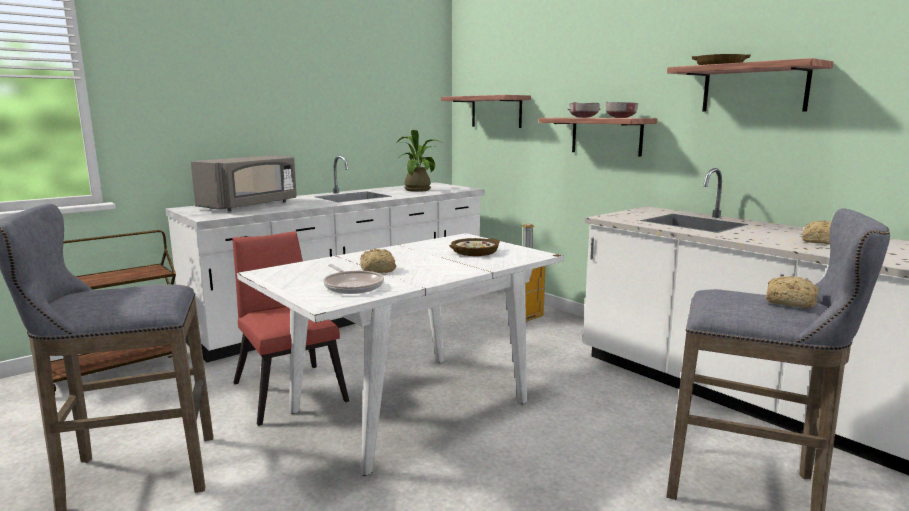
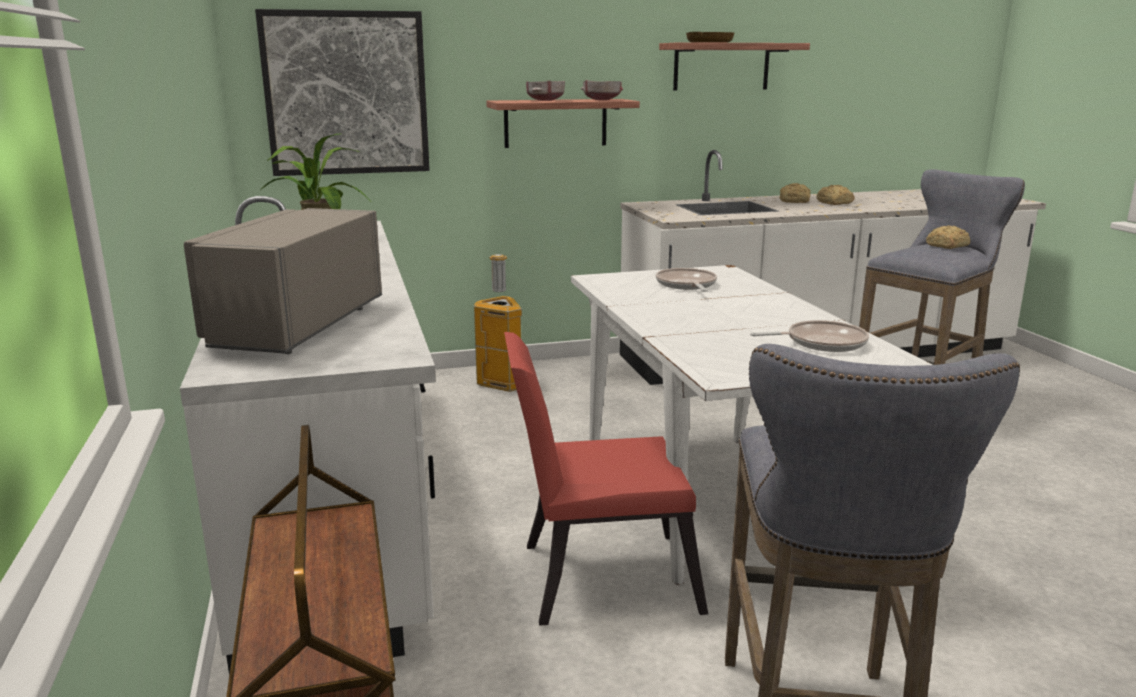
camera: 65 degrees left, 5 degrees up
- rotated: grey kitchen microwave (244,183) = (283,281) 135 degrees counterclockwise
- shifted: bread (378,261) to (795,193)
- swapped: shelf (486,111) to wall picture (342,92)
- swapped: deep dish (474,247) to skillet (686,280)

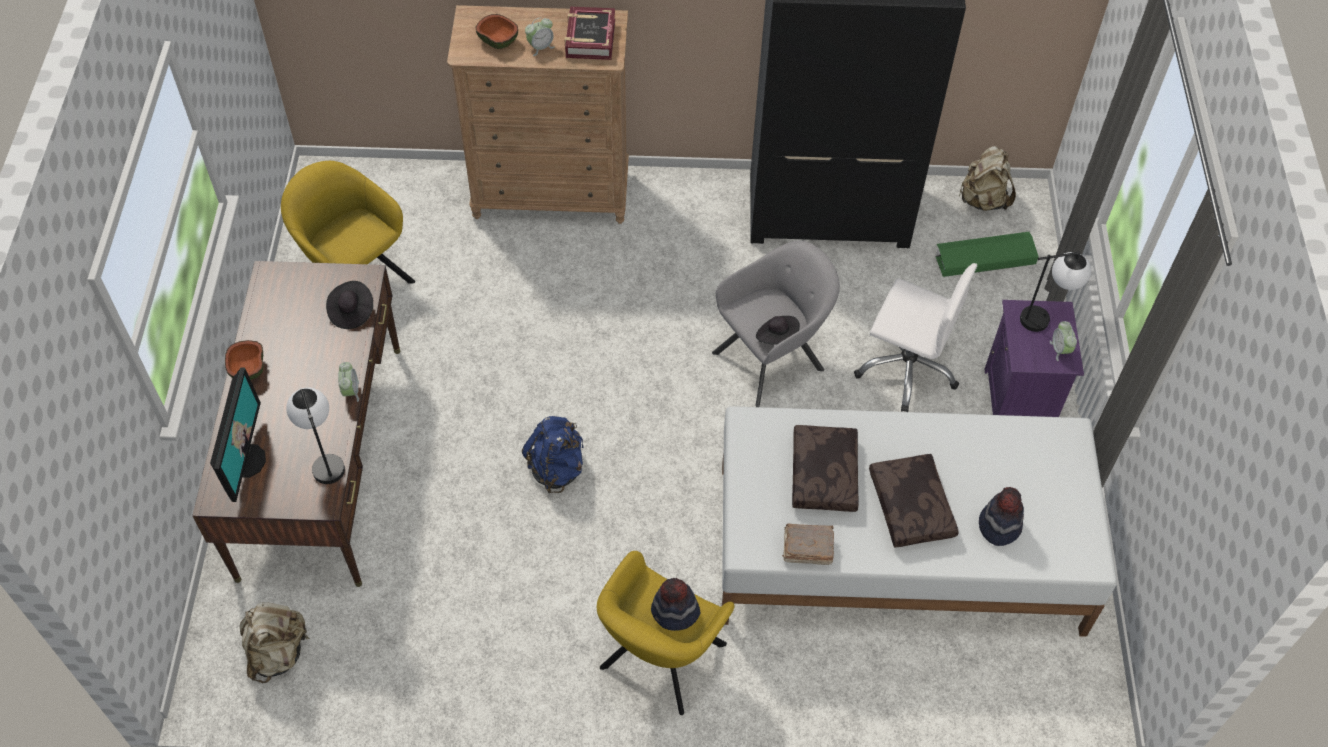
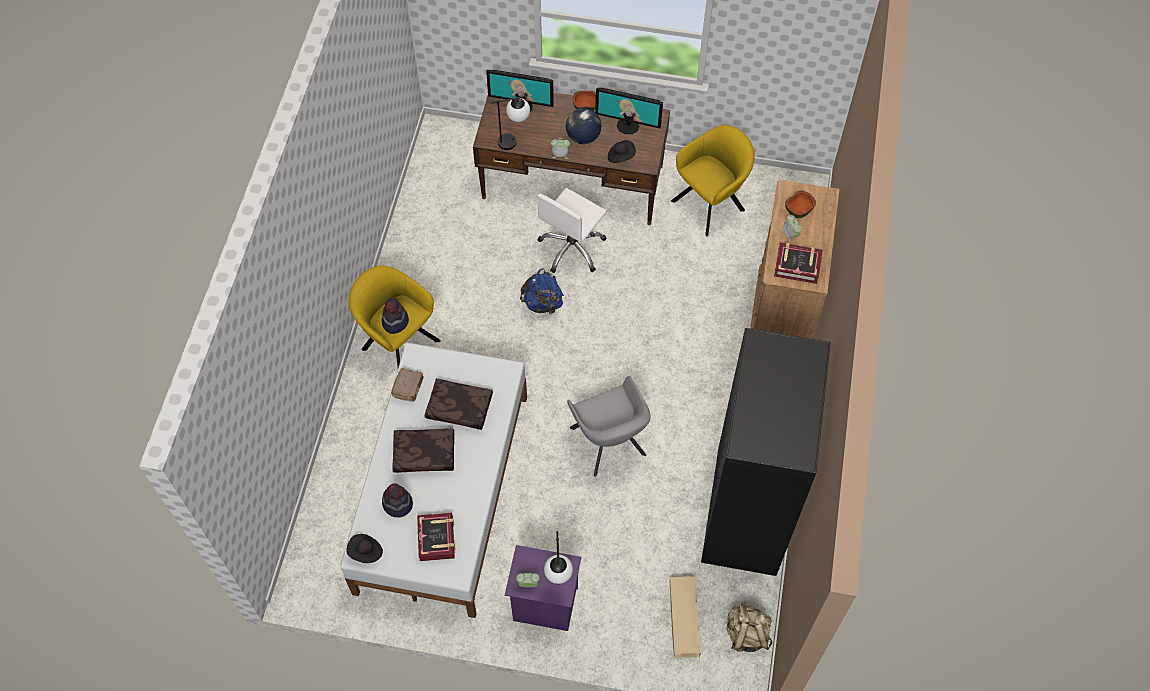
camera: 100 degrees right, 5 degrees up
- gone: beige-coloured rucksack (275,642)
- shifted: black wearable hat (778,330) to (364,548)
- shifted: white-coloured computer chair (915,337) to (572,230)
- repainted: green storage bin (987,254) to beige-coloured storage bin (684,616)
- new: volume (436,537)
- new: world globe (583,126)
- new: monitor (629,111)

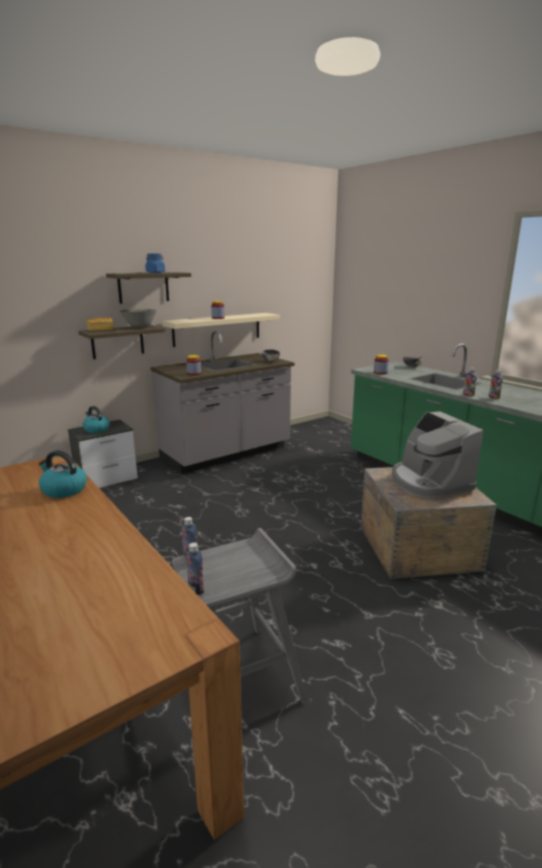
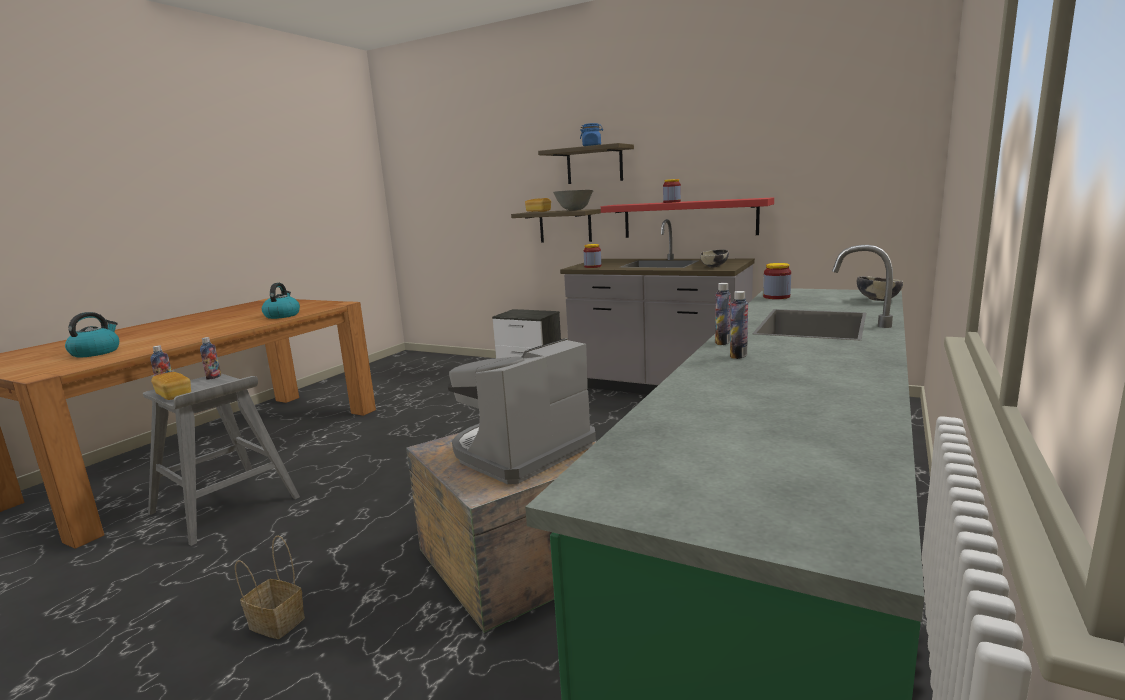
camera: 65 degrees right, 5 degrees down
- shifted: kettle (96,419) to (92,334)
- repainted: beige-coloured shelf (221,330) to reddish shelf (687,217)
- new: bread (171,386)
- new: storage basket (270,587)

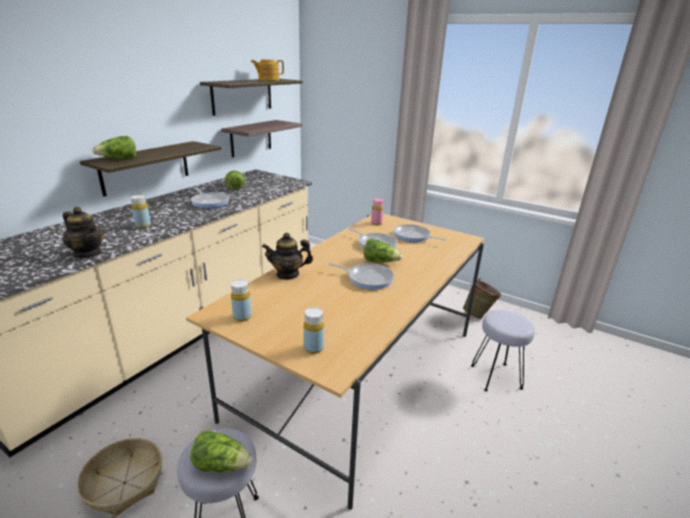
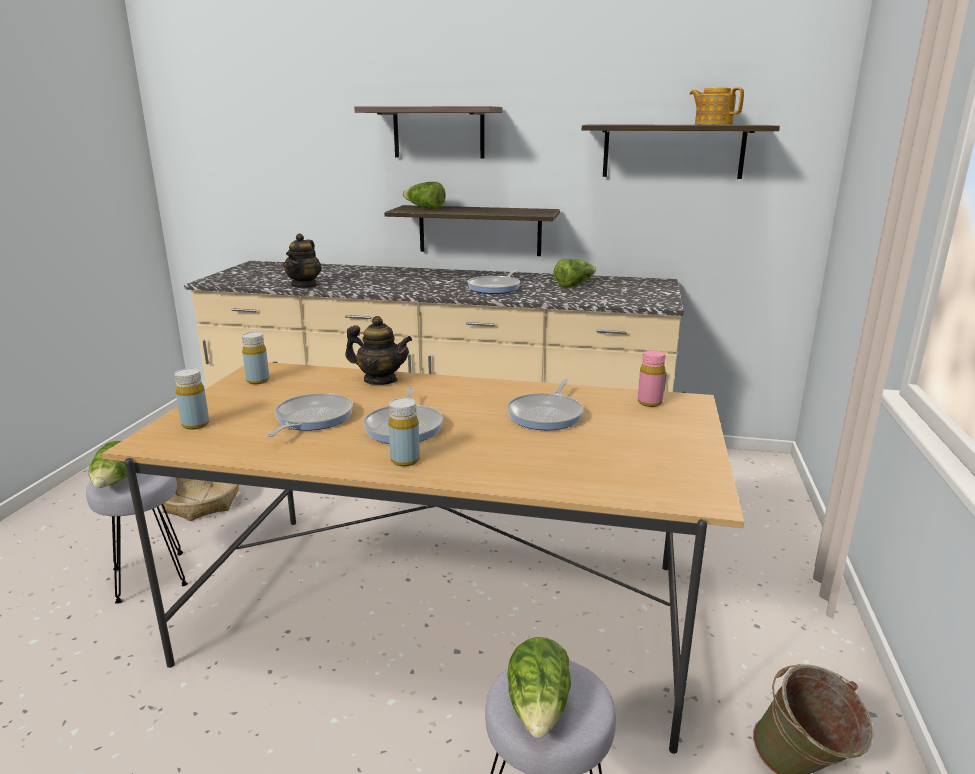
camera: 70 degrees right, 5 degrees down
- shifted: yellow-coloured beverage bottle (141,212) to (404,432)
- shifted: shelf (261,138) to (428,132)
- rotated: pot for tea (287,256) = (378,350) 135 degrees clockwise
- shifted: lettuce (383,250) to (539,687)
- shifted: skillet (420,233) to (309,415)

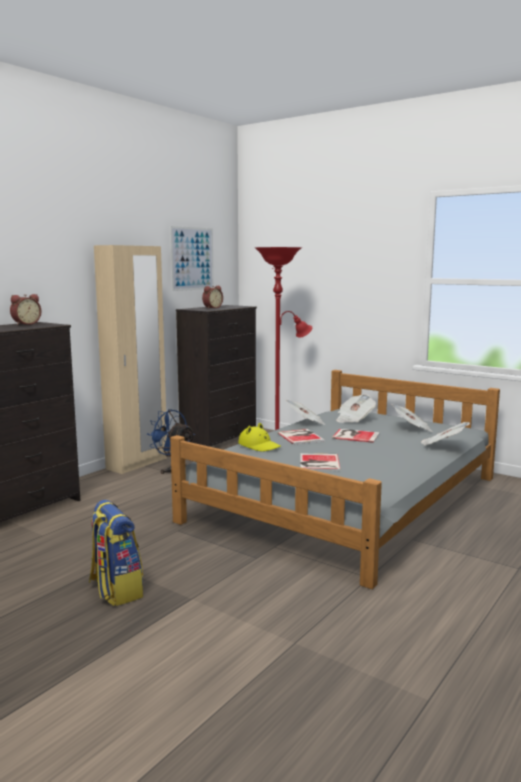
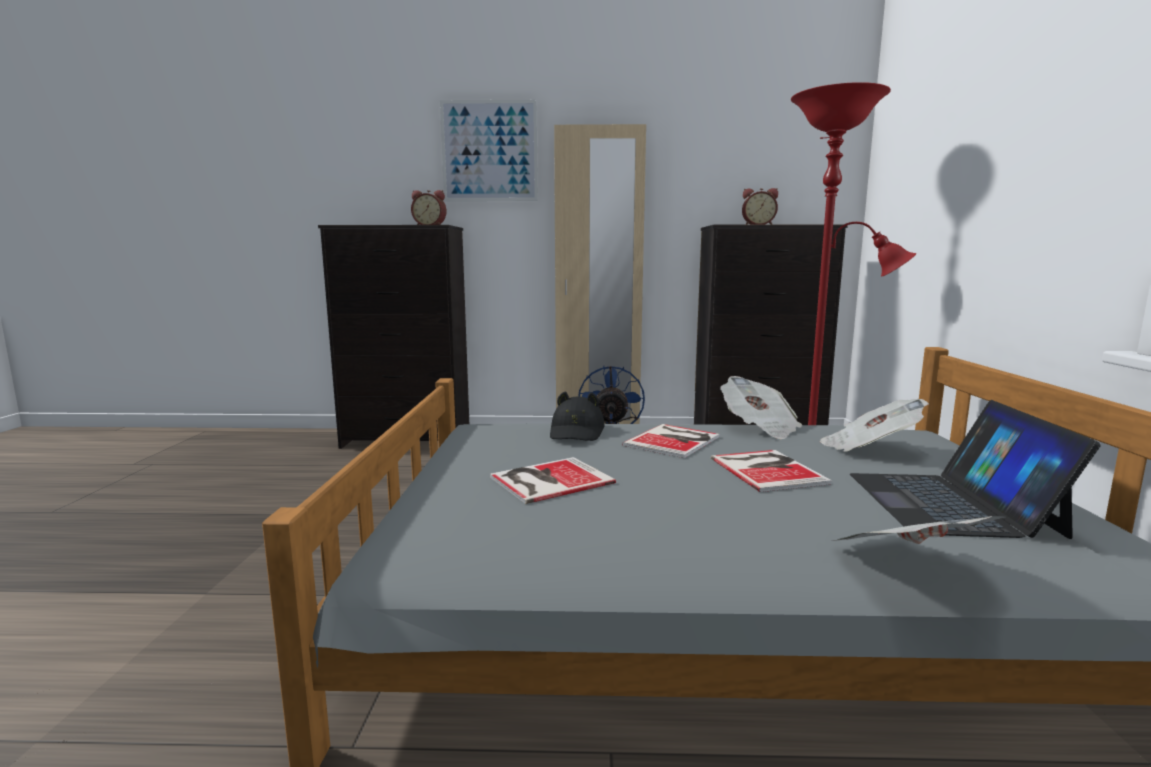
camera: 55 degrees right, 0 degrees up
- gone: rucksack (116,553)
- shifted: wall picture (192,258) to (489,150)
- repainted: yellow-coloured wearable hat (259,437) to black wearable hat (577,416)
- swapped: newspaper (412,418) to portable computer (975,469)

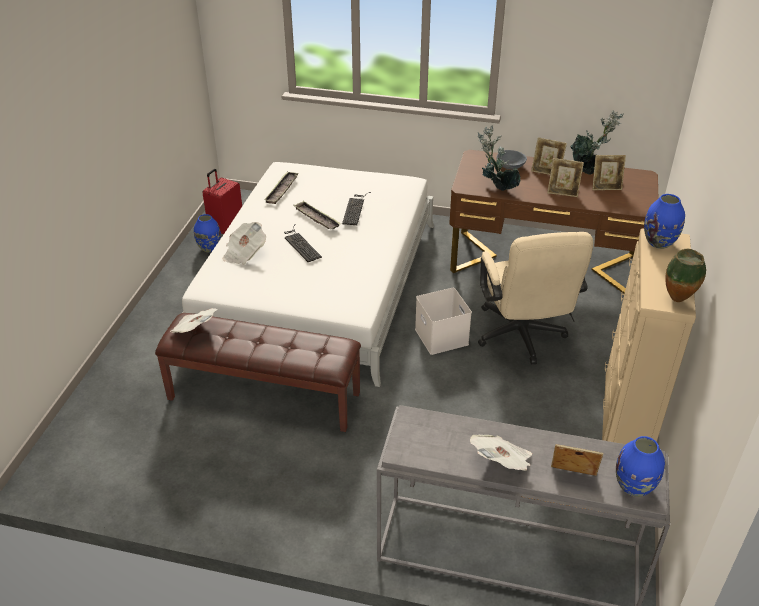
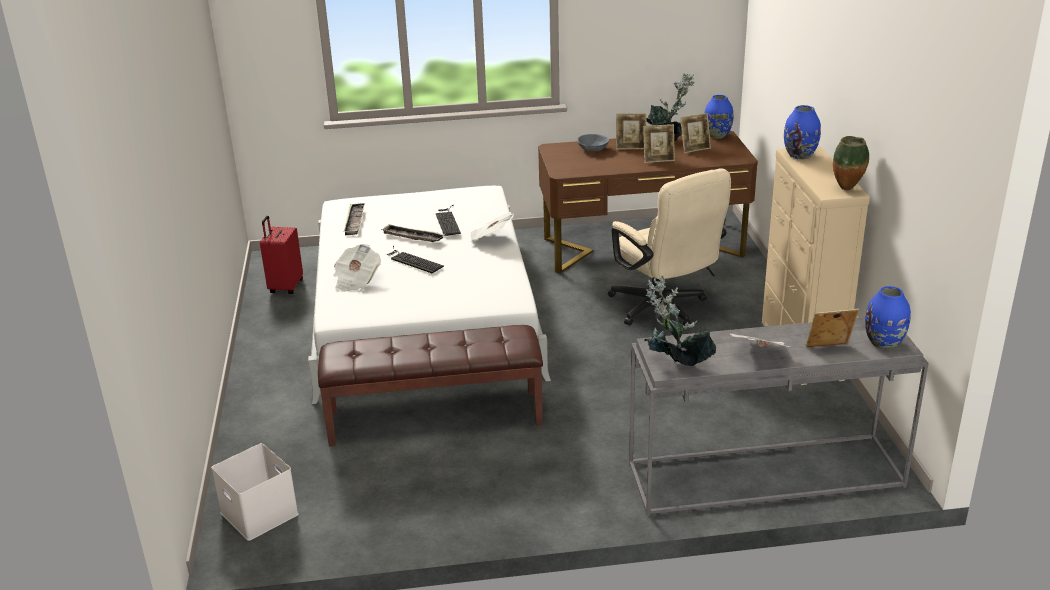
camera: 20 degrees left, 10 degrees down
- shifted: newspaper (194,320) to (492,227)
- shifted: bluish flower vase (207,233) to (719,117)
- shifted: white-coloured storage bin (443,321) to (254,492)
- shifted: houseplant (499,158) to (680,321)

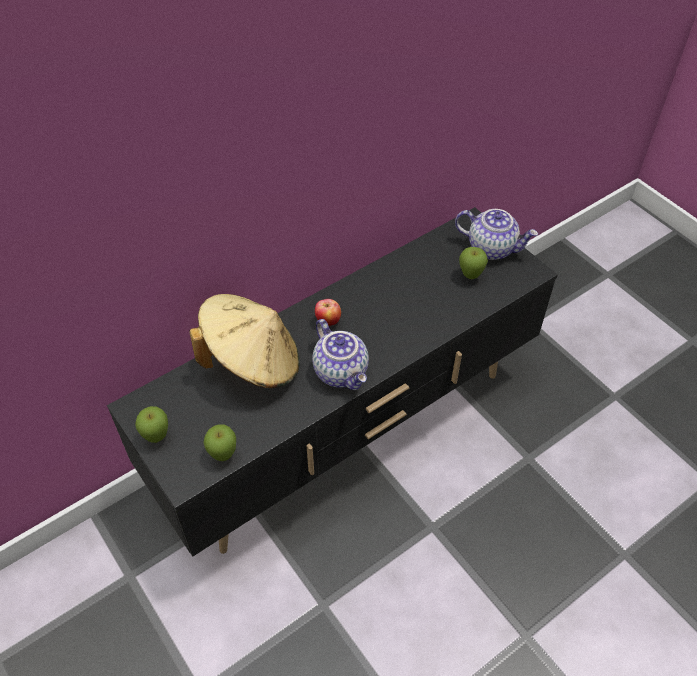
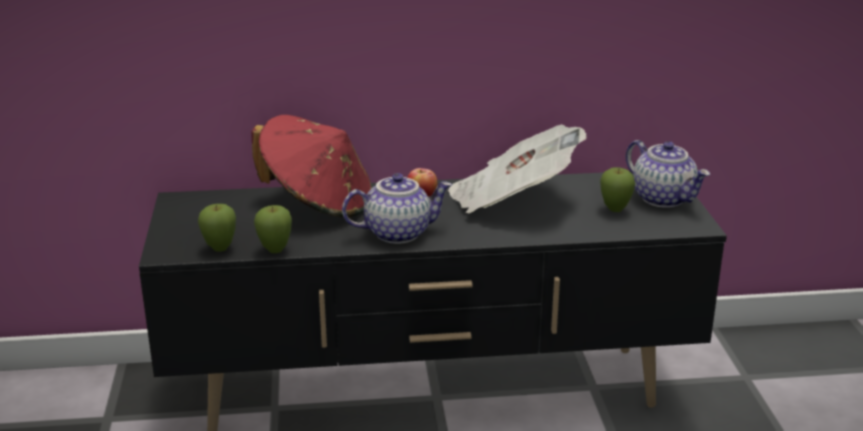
camera: 30 degrees right, 25 degrees down
- shifted: apple (151,424) to (273,229)
- repainted: beige-coloured wearable hat (244,341) to reddish wearable hat (311,166)
- rotated: pot for tea (340,354) = (397,208) 105 degrees counterclockwise
- new: newspaper (517,169)

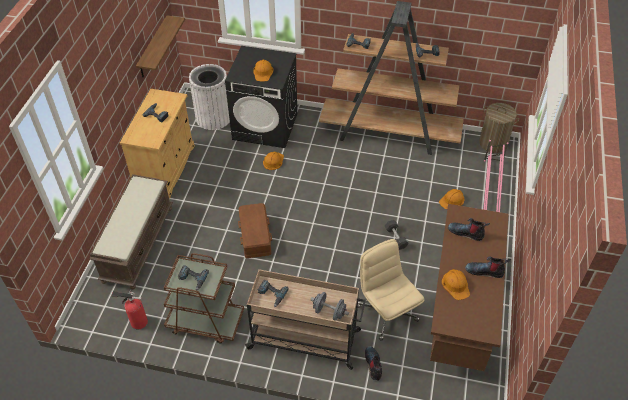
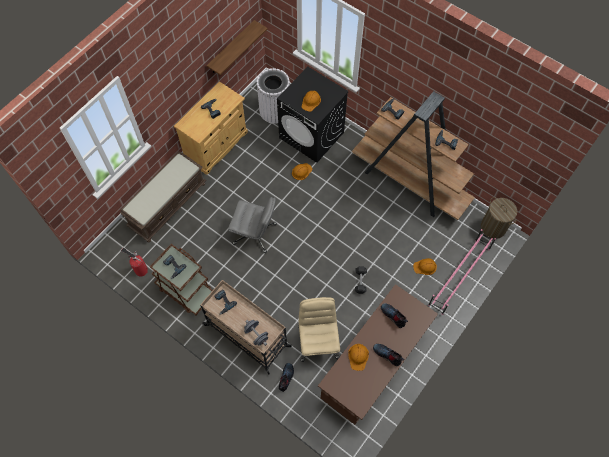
camera: 25 degrees right, 15 degrees up
- swapped: brownish storage bin (255,230) to grey computer chair (252,225)

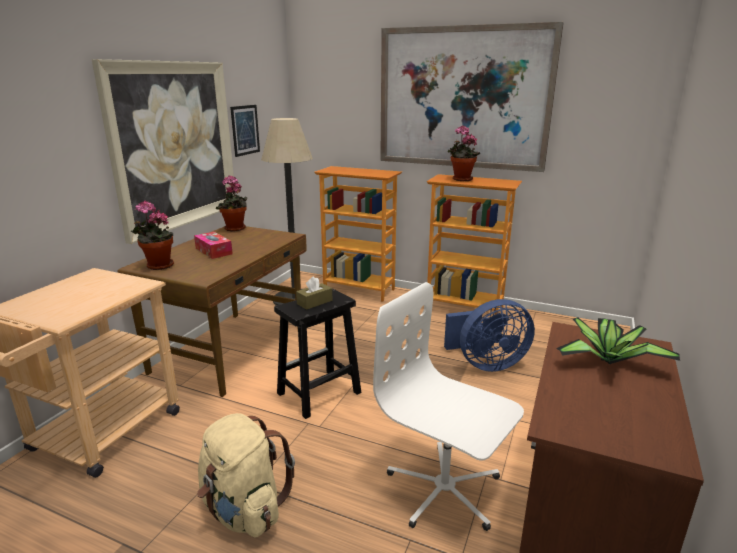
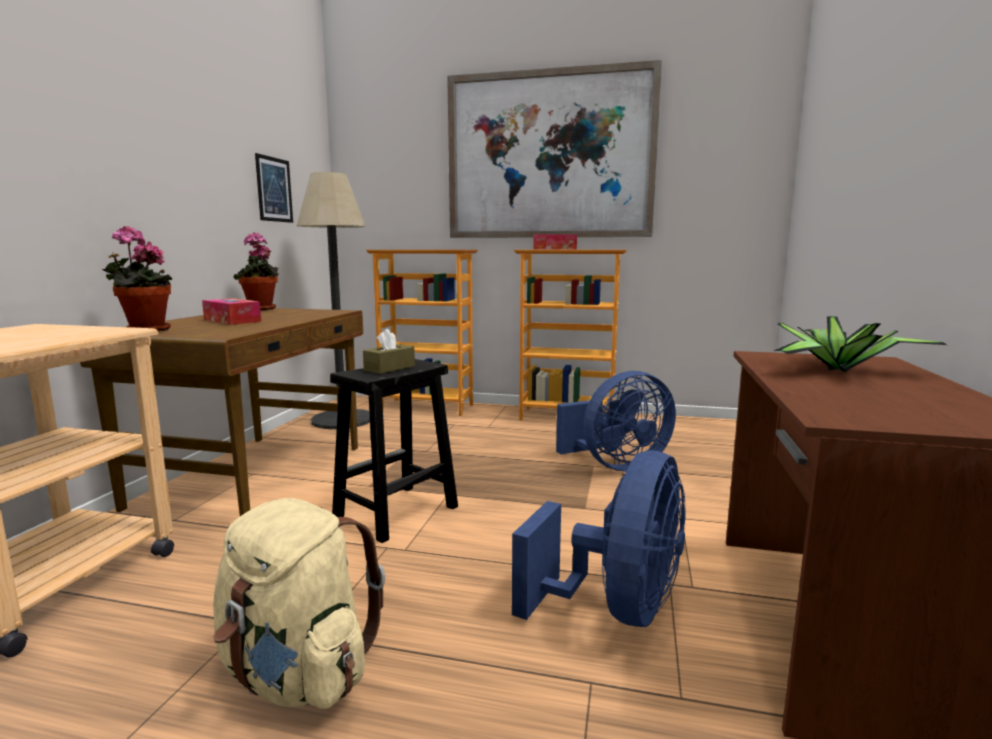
camera: 10 degrees left, 10 degrees down
- gone: wall picture (164,151)
- swapped: white-coloured computer chair (448,406) to bluish cooling fan (599,539)
- swapped: houseplant (464,153) to tissue box (555,242)

